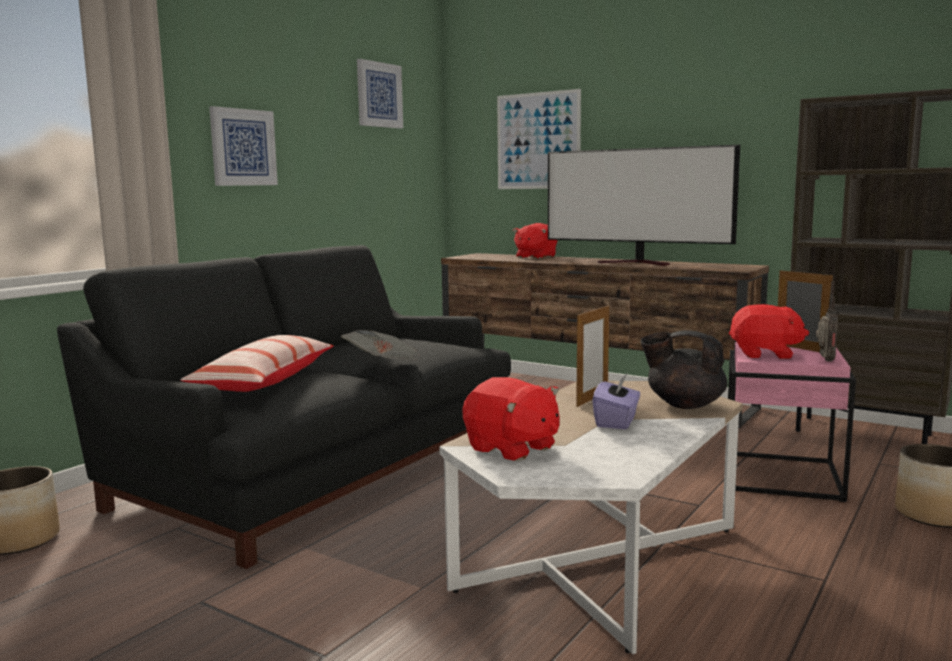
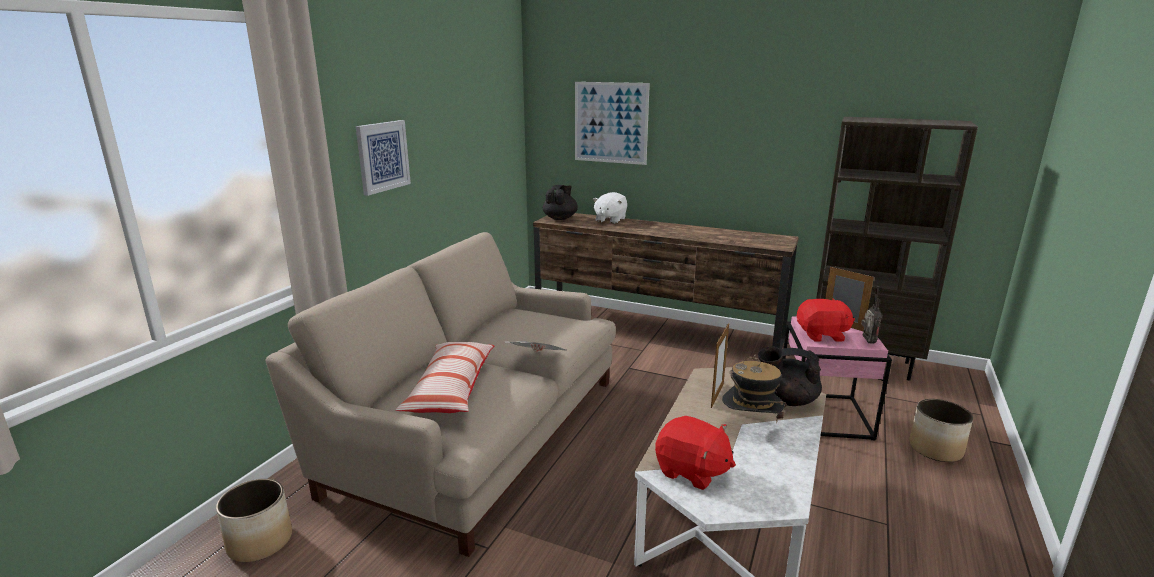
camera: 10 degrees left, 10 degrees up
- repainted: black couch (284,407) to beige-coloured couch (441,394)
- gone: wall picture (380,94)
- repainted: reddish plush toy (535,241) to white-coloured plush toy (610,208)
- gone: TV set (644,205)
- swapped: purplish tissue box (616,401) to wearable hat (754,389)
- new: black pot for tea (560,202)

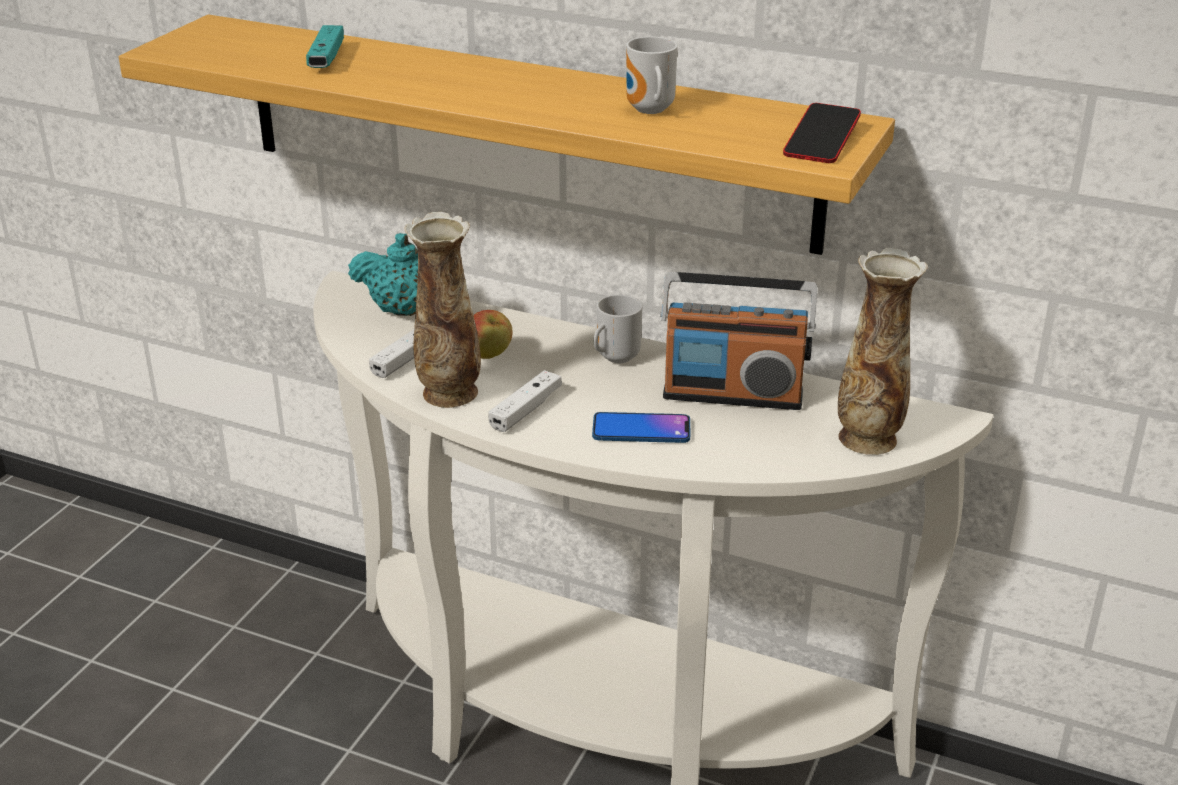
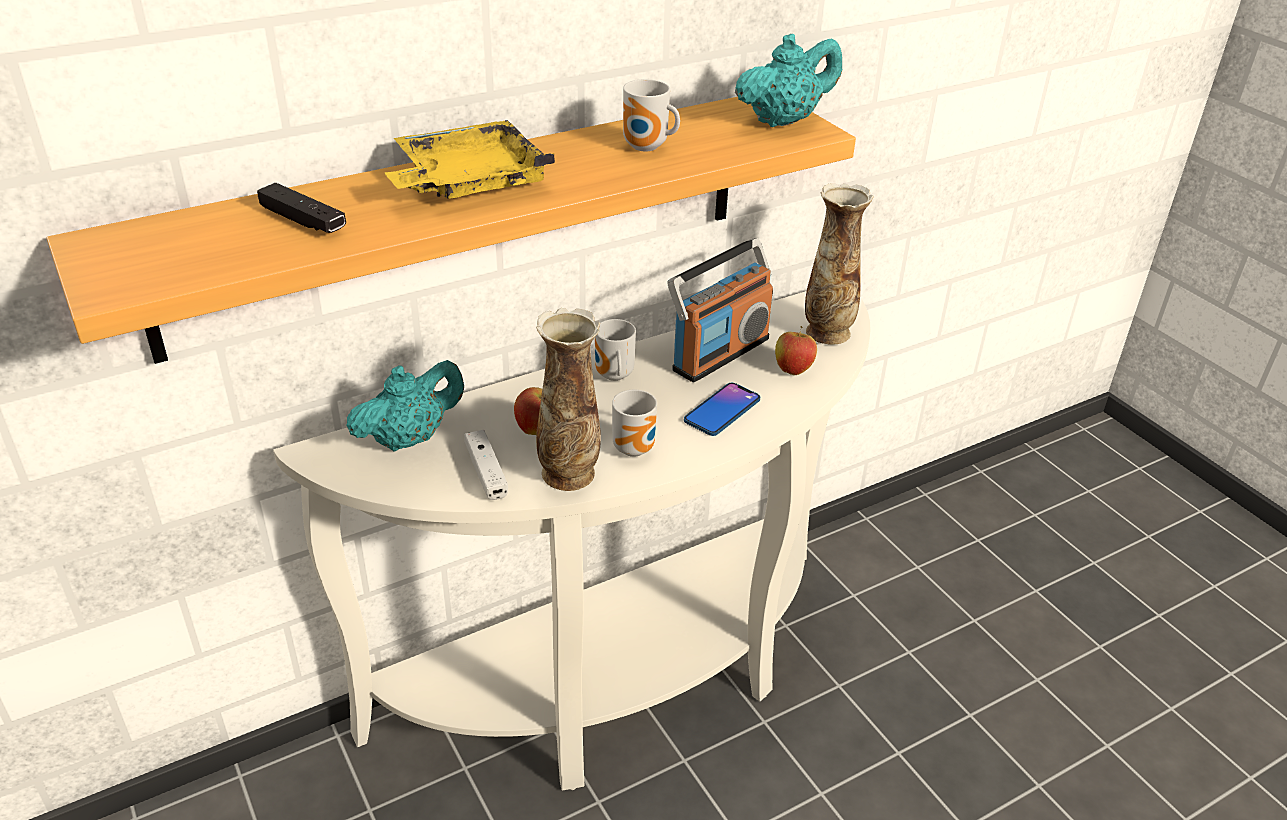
camera: 55 degrees left, 5 degrees up
- repainted: turquoise-coloured joypad (325,46) to black joypad (301,208)
- swapped: white-coloured joypad (525,401) to tea mug (634,423)
- swapped: telephone (822,133) to turquoise-coloured pot for tea (788,80)
- new: yellow-coloured carrying tray (470,159)
- new: apple (796,350)

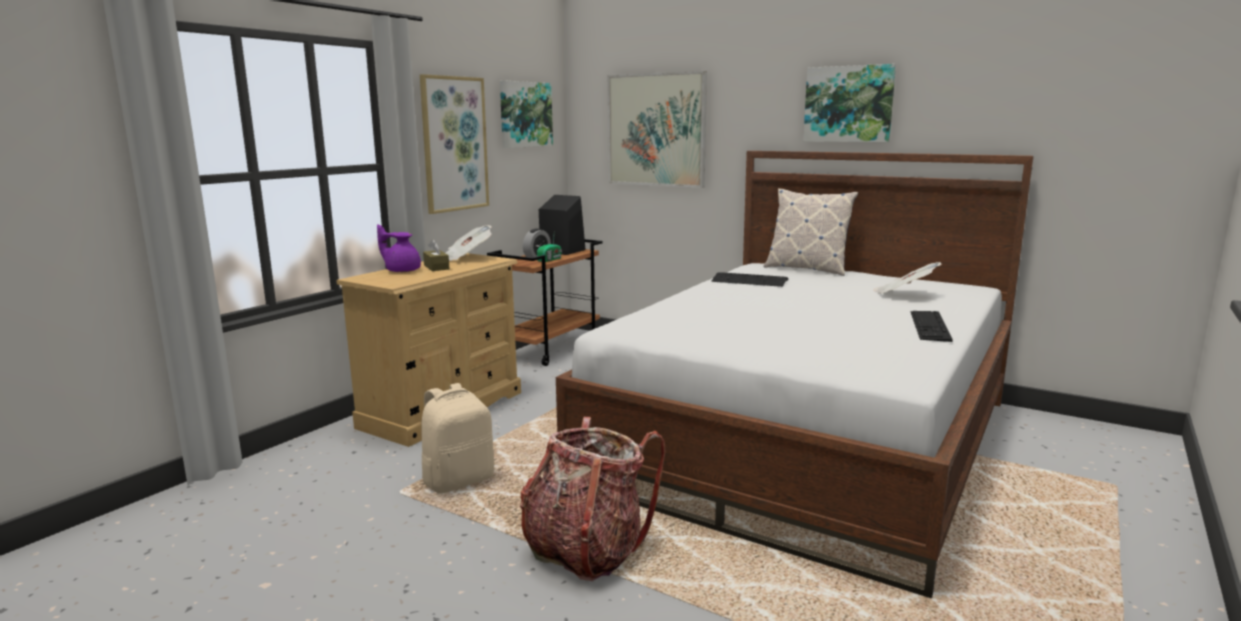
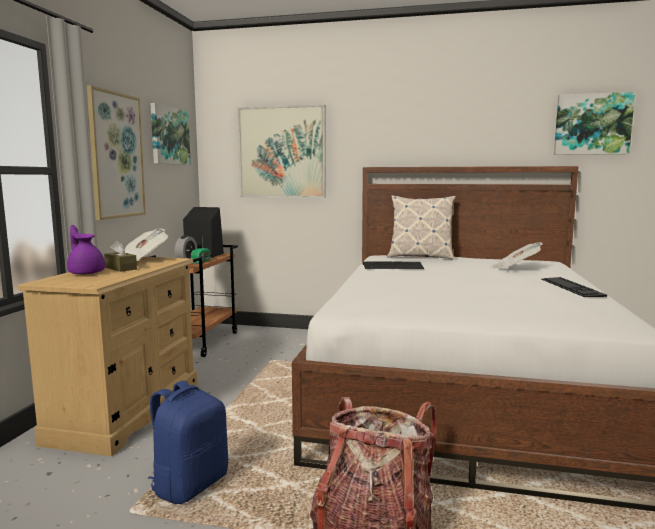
camera: 20 degrees left, 5 degrees down
- rotated: purplish pot for tea (399,248) = (86,250) 45 degrees clockwise
- repainted: beige-coloured rucksack (457,438) to bluish rucksack (188,442)
- shifted: wall picture (849,103) to (594,123)

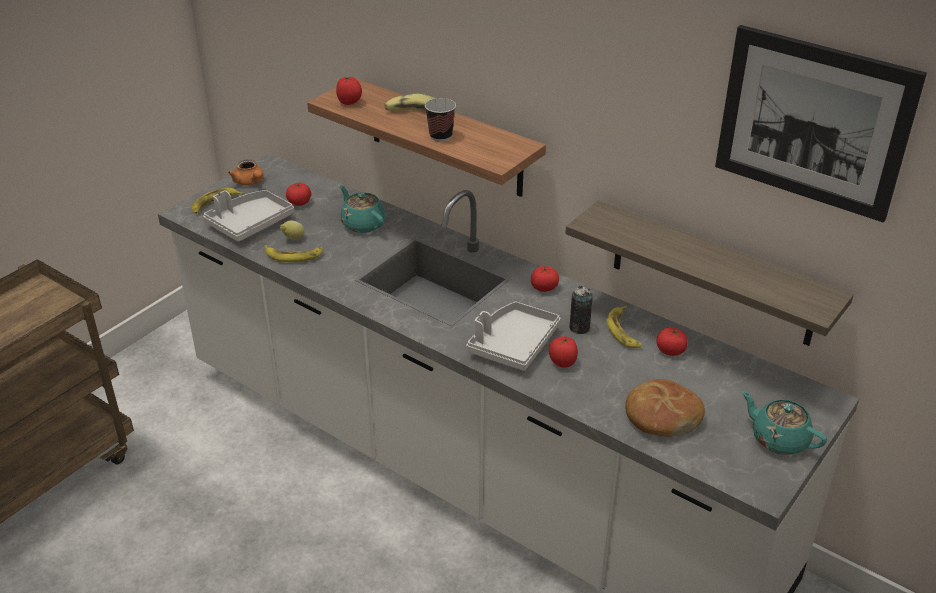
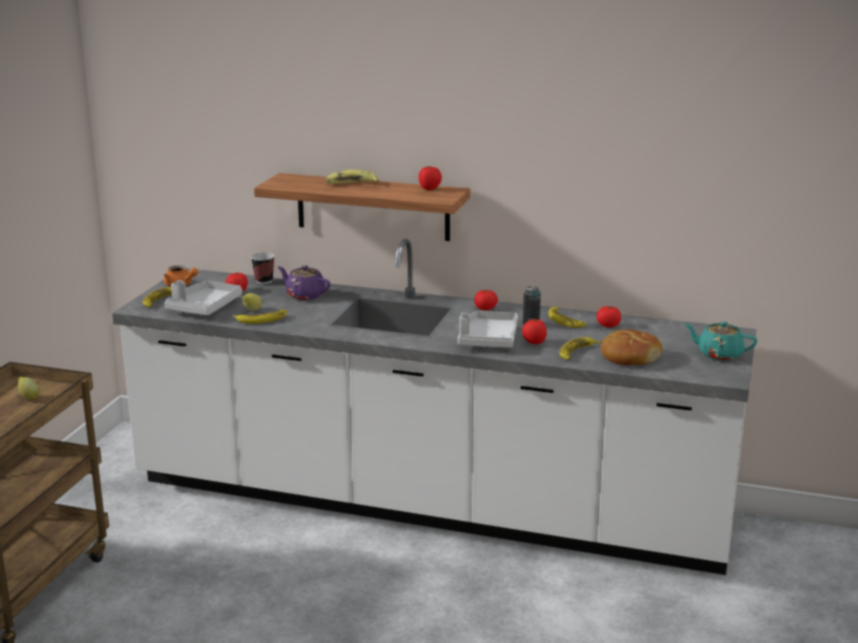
camera: 20 degrees left, 15 degrees down
- shifted: whole tomato (349,91) to (430,178)
- repainted: turquoise-coloured pot for tea (362,209) to purplish pot for tea (304,282)
- shifted: cup (440,119) to (263,268)
- gone: shelf (709,273)
- gone: wall picture (821,123)
- new: citrus fruit (28,388)
- new: banana (580,348)

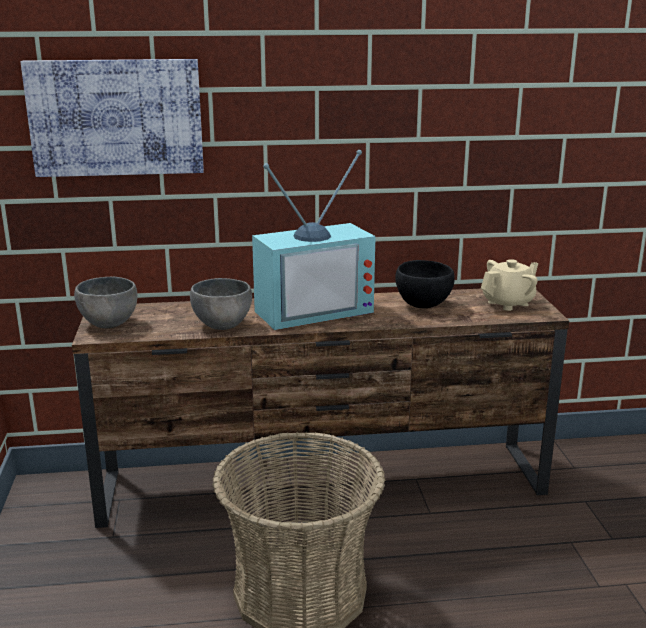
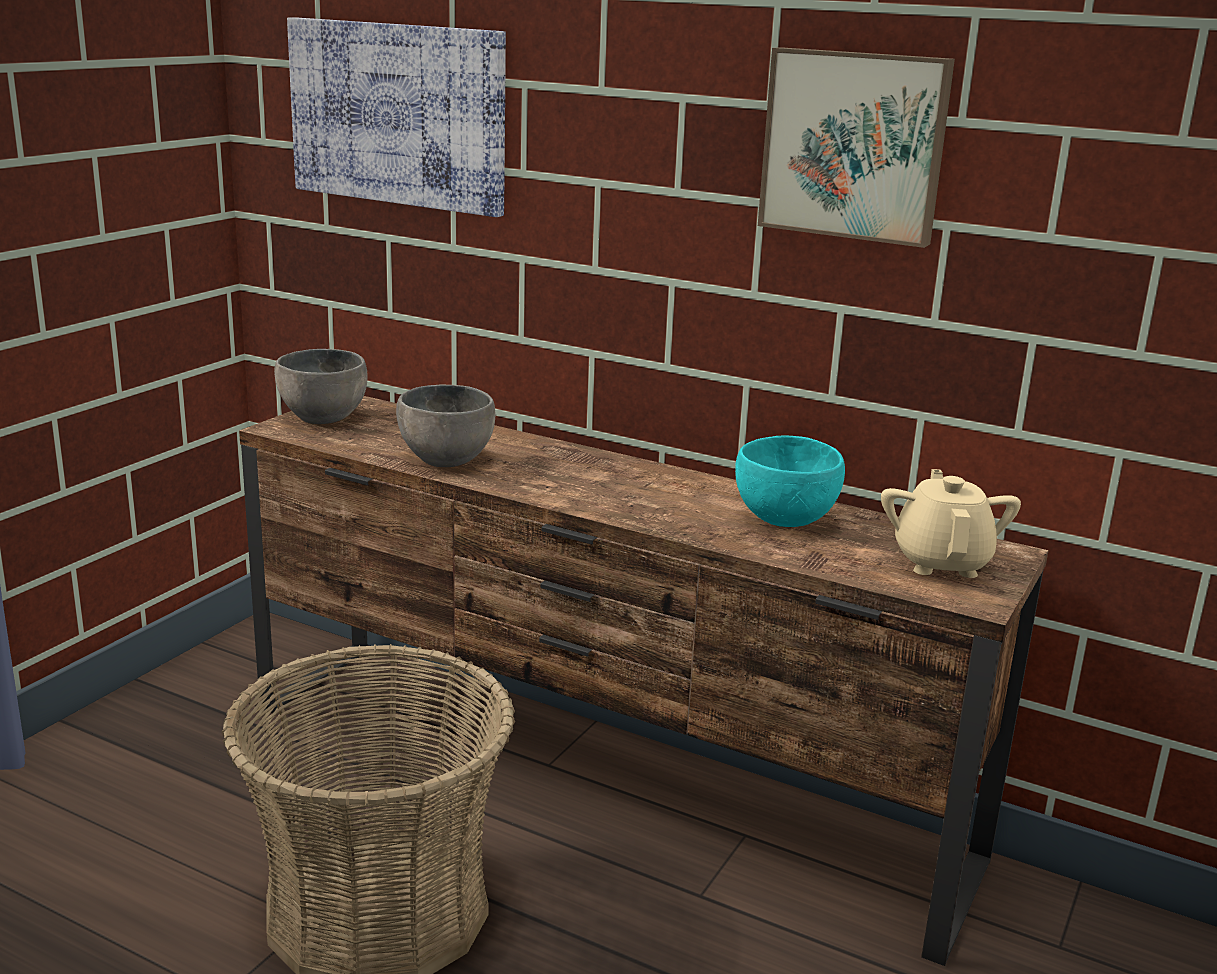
camera: 35 degrees right, 0 degrees up
- gone: TV set (314,240)
- repainted: black deep dish (425,284) to turquoise-coloured deep dish (790,481)
- rotated: beige-coloured pot for tea (509,285) = (951,523) 90 degrees counterclockwise
- new: wall picture (856,147)

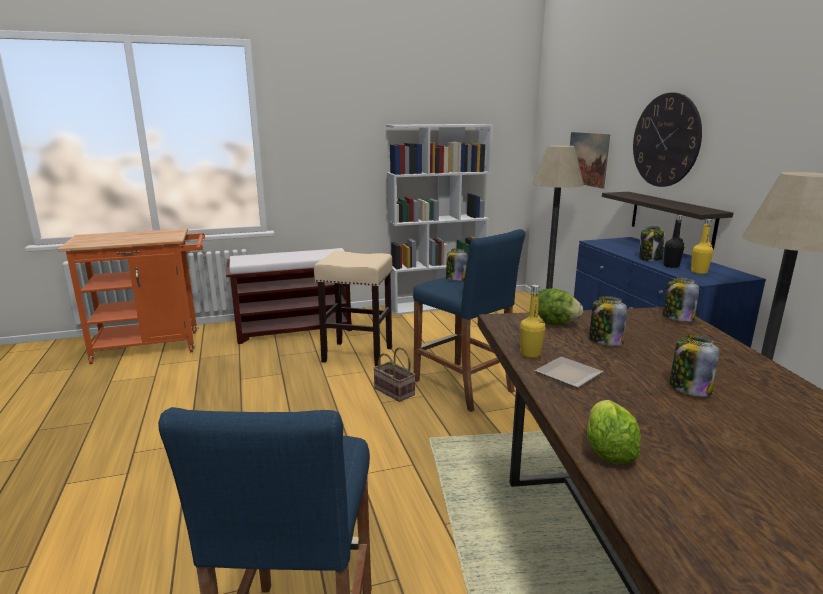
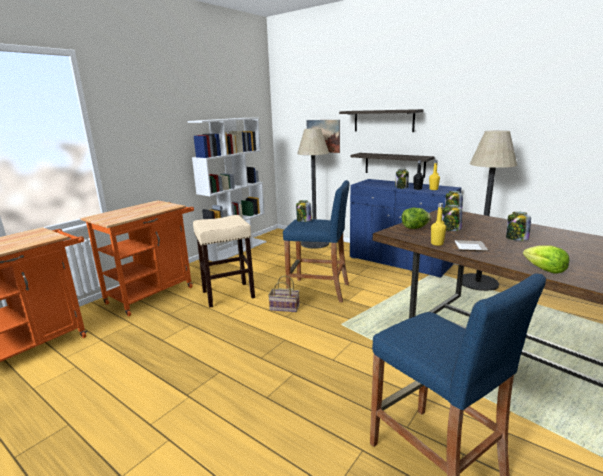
camera: 35 degrees left, 0 degrees up
- swapped: brownish long seat (289,296) to orange-coloured wheeled cart (137,258)
- swapped: hanging clock (667,139) to shelf (381,120)

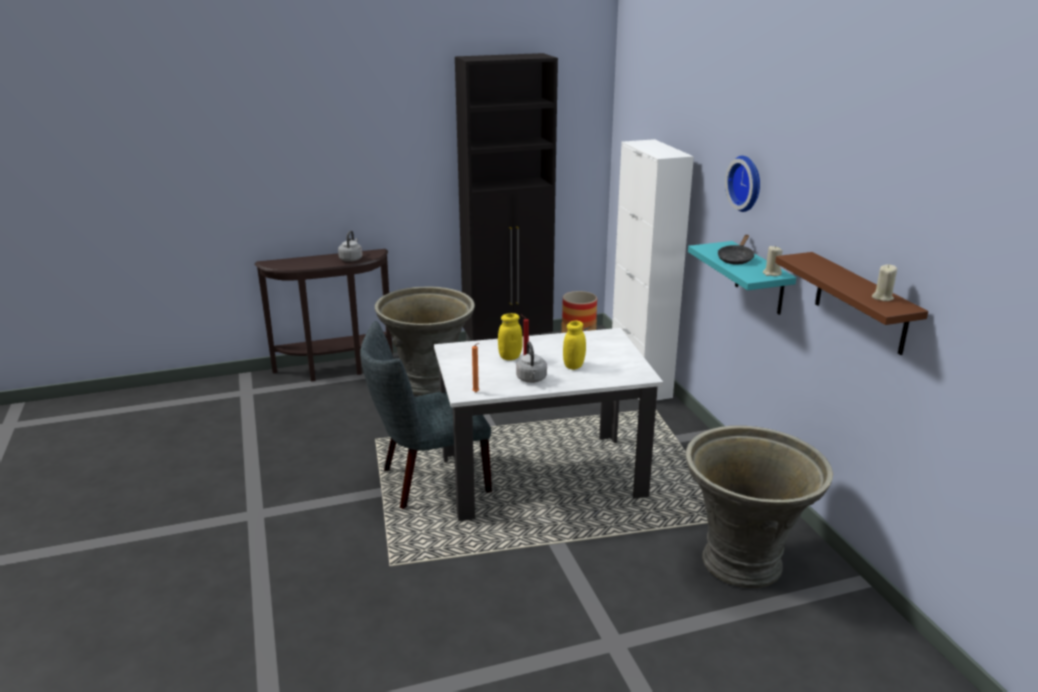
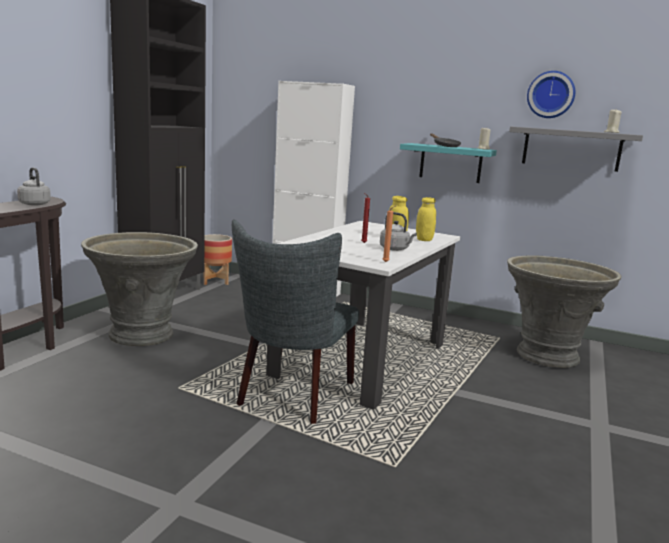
camera: 50 degrees left, 10 degrees down
- shifted: yellow-coloured jar (510,336) to (426,219)
- shifted: hanging clock (742,184) to (551,94)
- repainted: brownish shelf (851,303) to grey shelf (576,149)

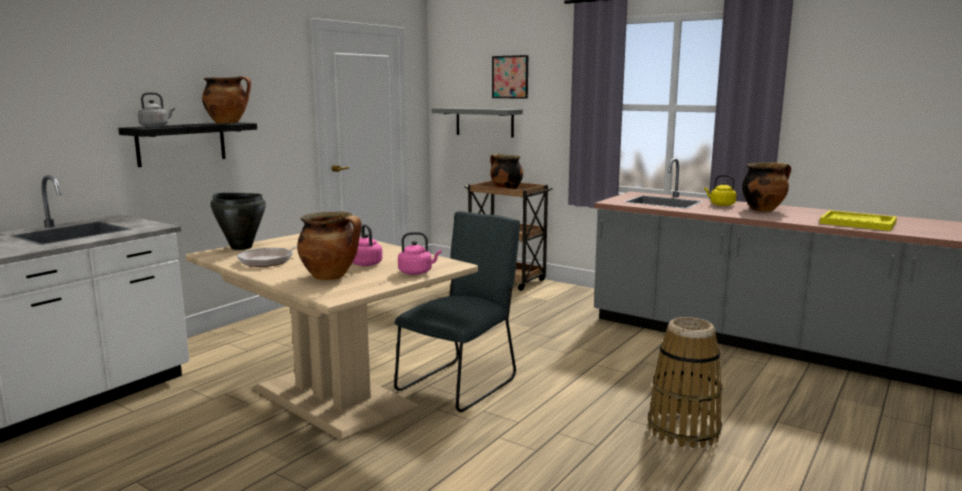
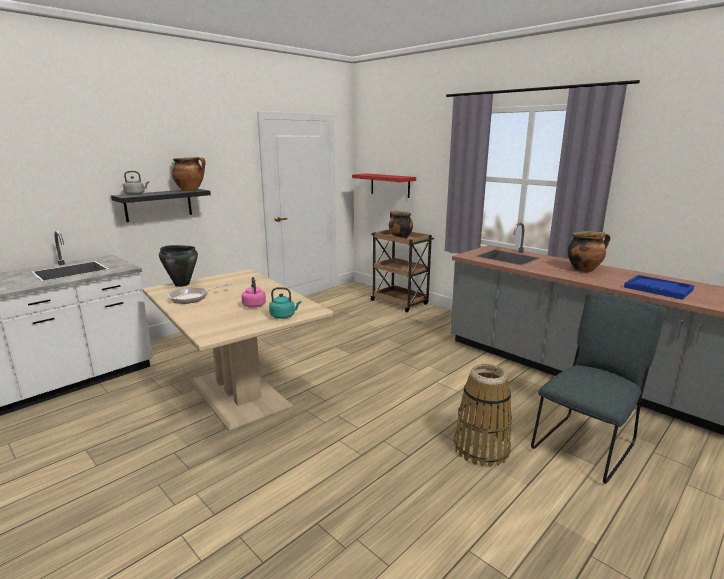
camera: 10 degrees right, 5 degrees up
- gone: saucepot (329,246)
- shifted: grey chair (457,311) to (598,387)
- repainted: pink-coloured kettle (420,253) to turquoise-coloured kettle (285,303)
- repainted: grey shelf (477,123) to reddish shelf (384,185)
- gone: wall picture (510,77)
- gone: yellow-coloured kettle (720,190)
- repainted: yellow-coloured carrying tray (858,220) to bluish carrying tray (659,287)

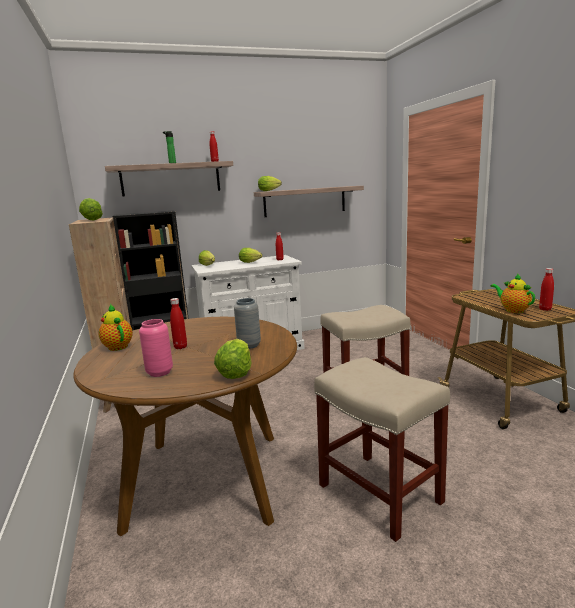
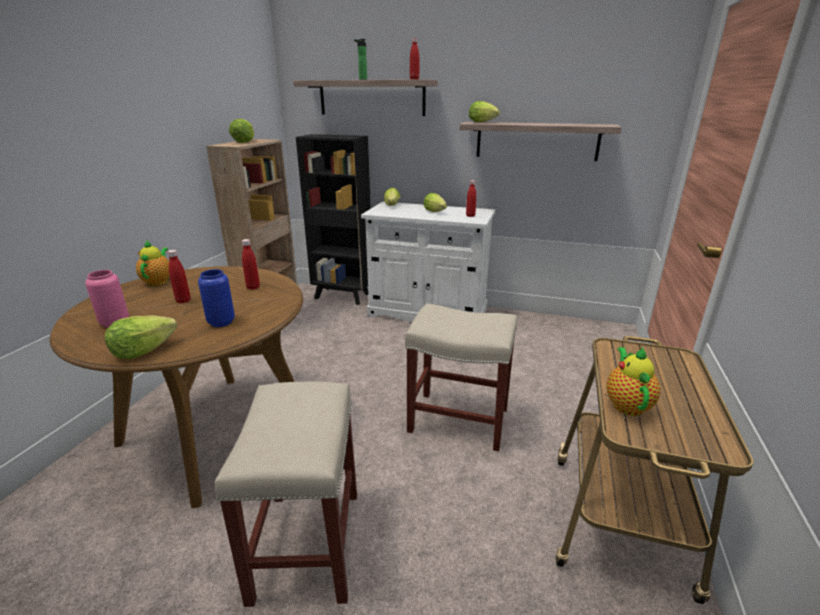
camera: 35 degrees right, 10 degrees up
- repainted: grey flower vase (247,323) to bluish flower vase (216,298)
- shifted: reddish beverage bottle (546,289) to (251,264)

